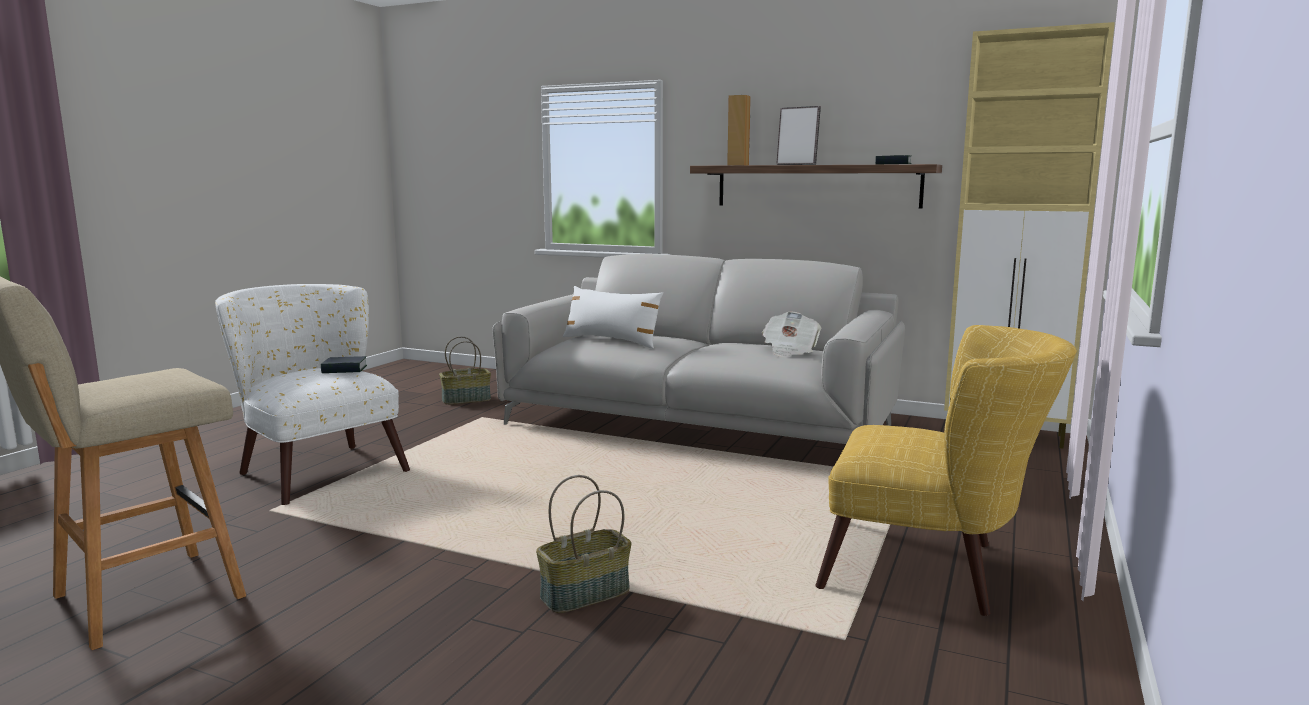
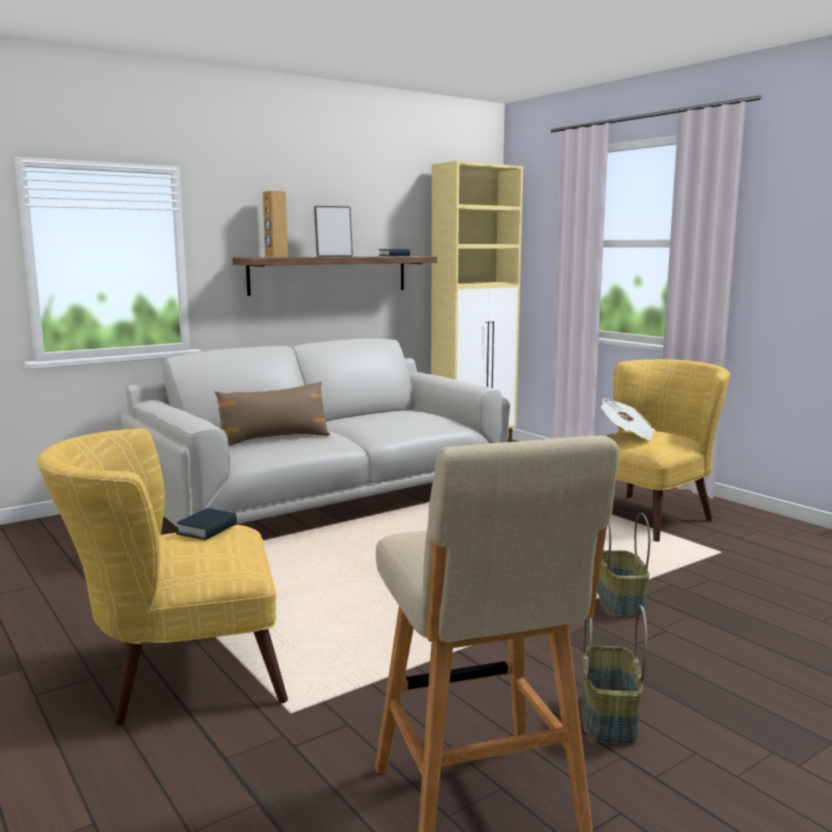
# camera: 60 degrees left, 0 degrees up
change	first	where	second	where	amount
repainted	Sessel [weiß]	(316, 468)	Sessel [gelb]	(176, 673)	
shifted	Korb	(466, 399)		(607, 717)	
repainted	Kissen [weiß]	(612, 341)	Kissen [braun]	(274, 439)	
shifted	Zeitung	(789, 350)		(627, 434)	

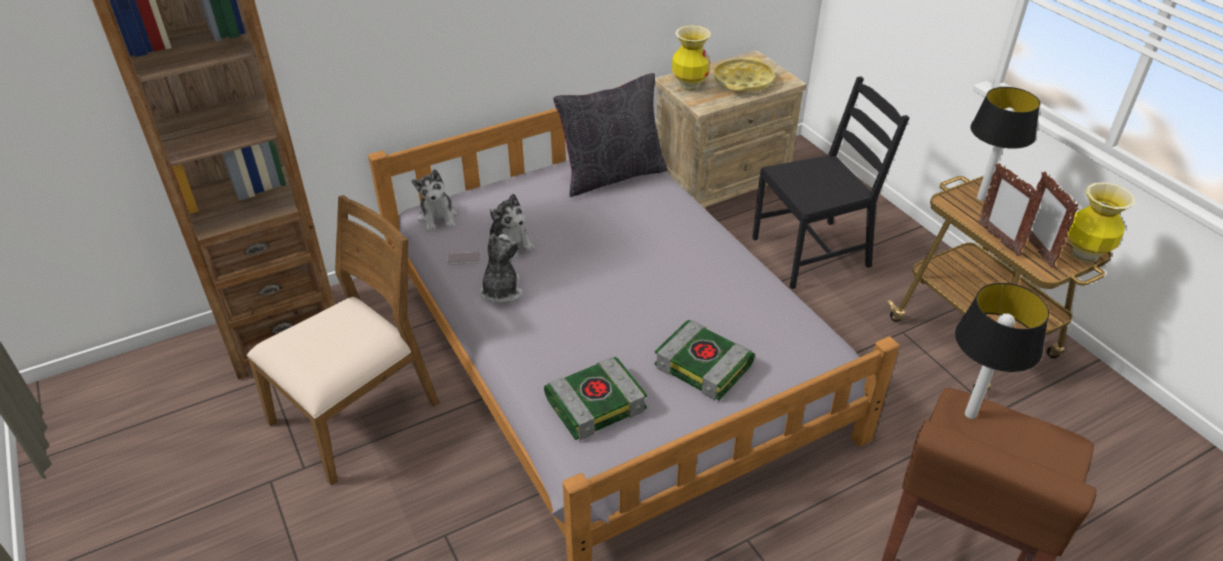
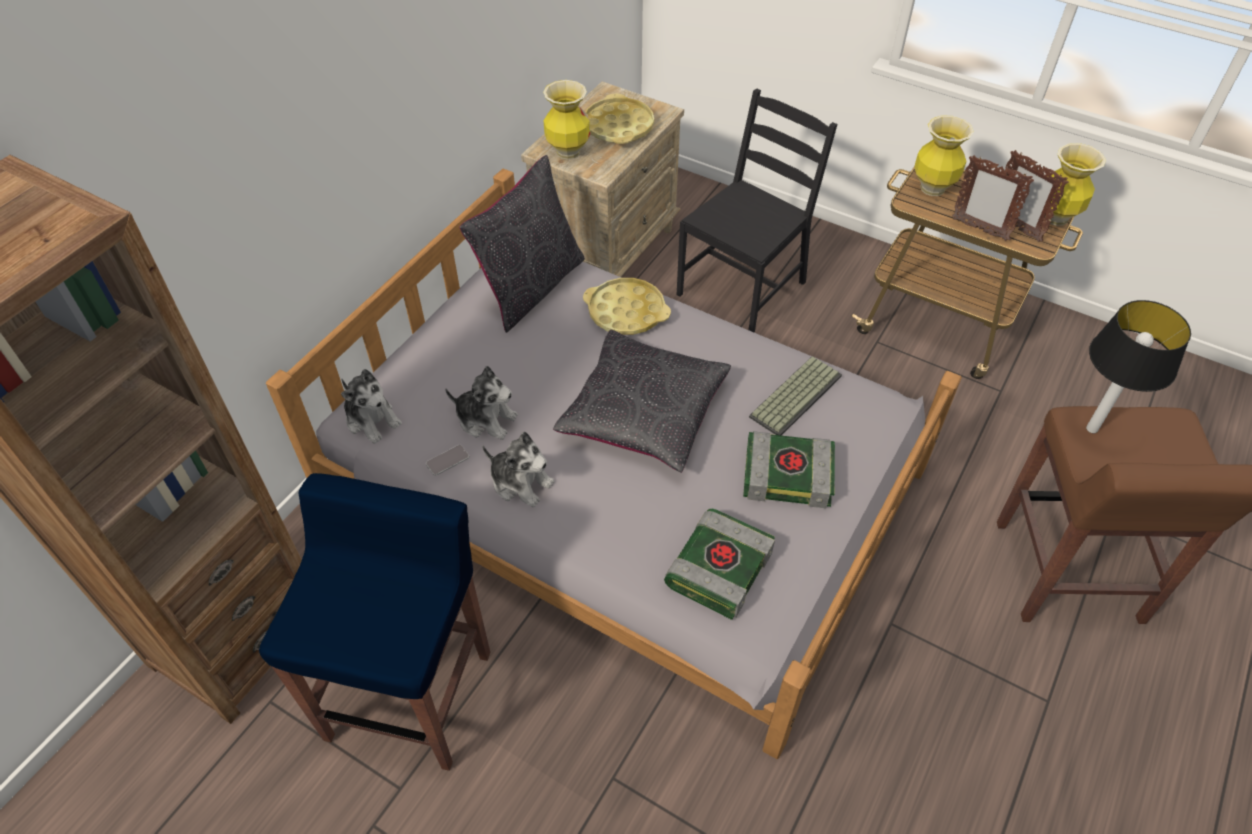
# camera: 30 degrees left, 10 degrees up
change	first	where	second	where	amount
swapped	Stuhl [braun]	(357, 414)	Hocker [blau]	(411, 692)	
rotated	Plüschtier	(501, 291)		(520, 482)	150 degrees clockwise
swapped	Tischlampe	(980, 198)	Vase	(932, 188)	
new			Kissen [schwarz]	(643, 413)	
new			Tablett [gelb]	(626, 312)	
new			Tastatur	(795, 395)	

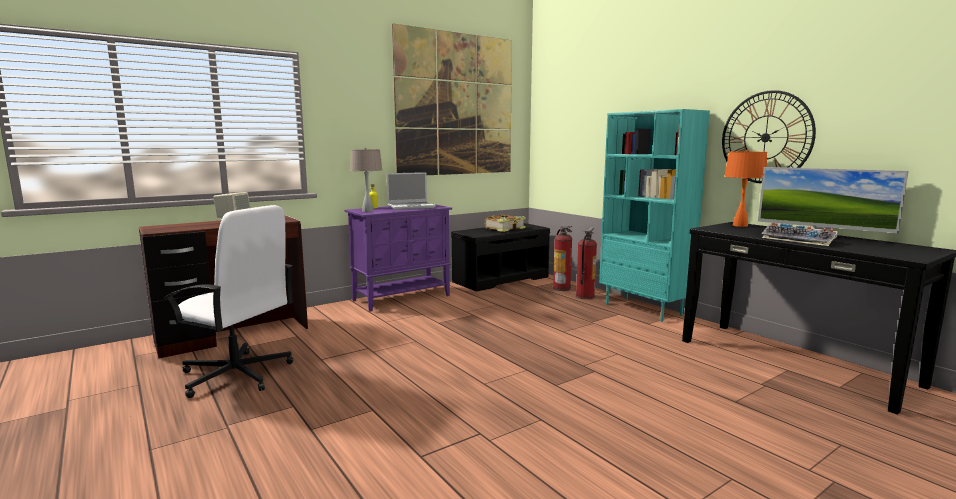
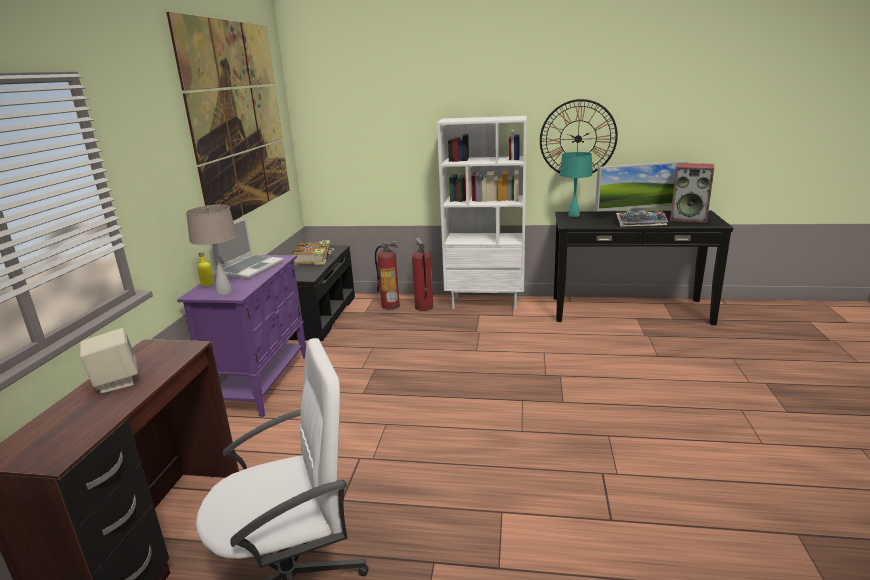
# camera: 45 degrees left, 10 degrees up
change	first	where	second	where	amount
repainted	Bücherregal [türkis]	(644, 309)	Bücherregal [weiß]	(485, 302)	
repainted	Tischlampe [orange]	(739, 225)	Tischlampe [türkis]	(573, 215)	
new			Lautsprecher	(689, 218)	

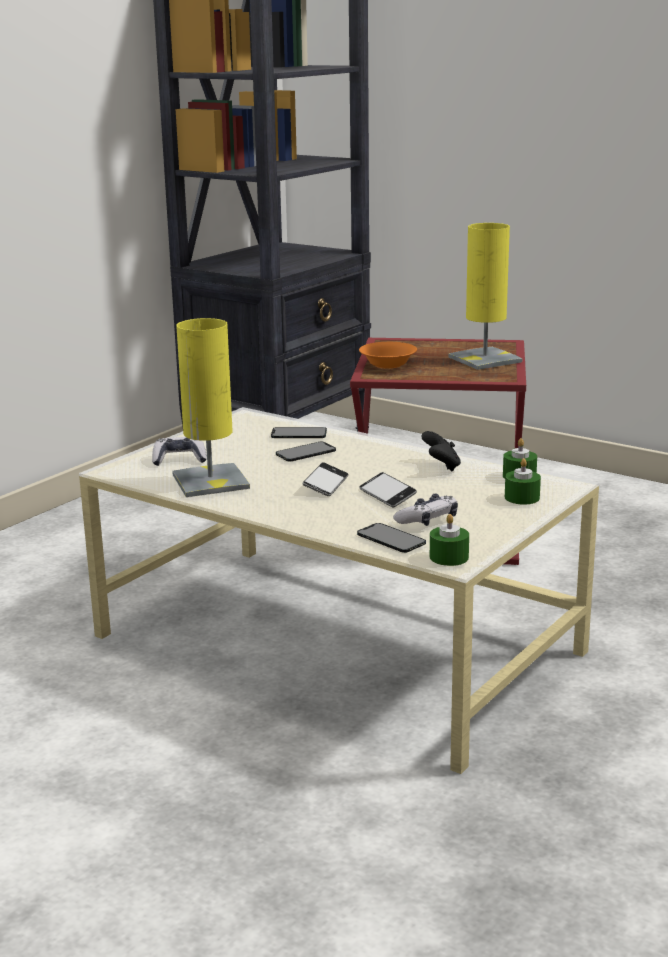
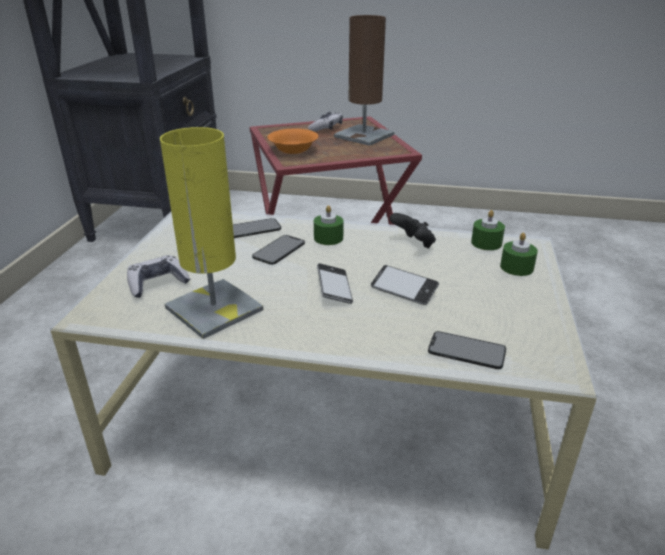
# camera: 25 degrees left, 10 degrees up
change	first	where	second	where	amount
shifted	Gamepad	(427, 520)		(326, 128)	
shifted	Kerze [grün]	(449, 557)		(328, 238)	
repainted	Tischlampe [gelb]	(485, 359)	Tischlampe [braun]	(364, 136)	

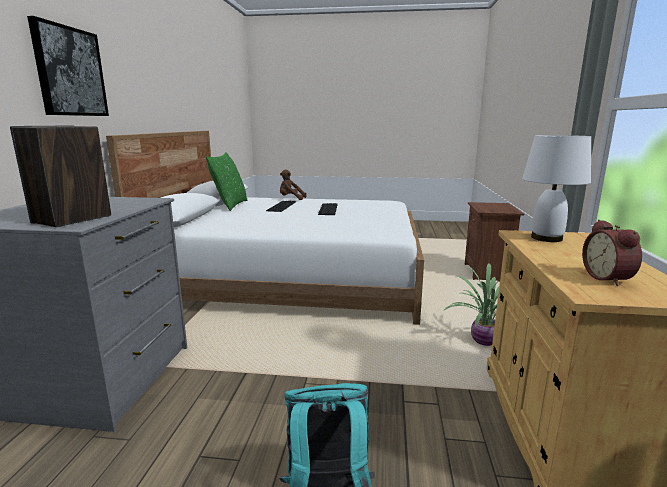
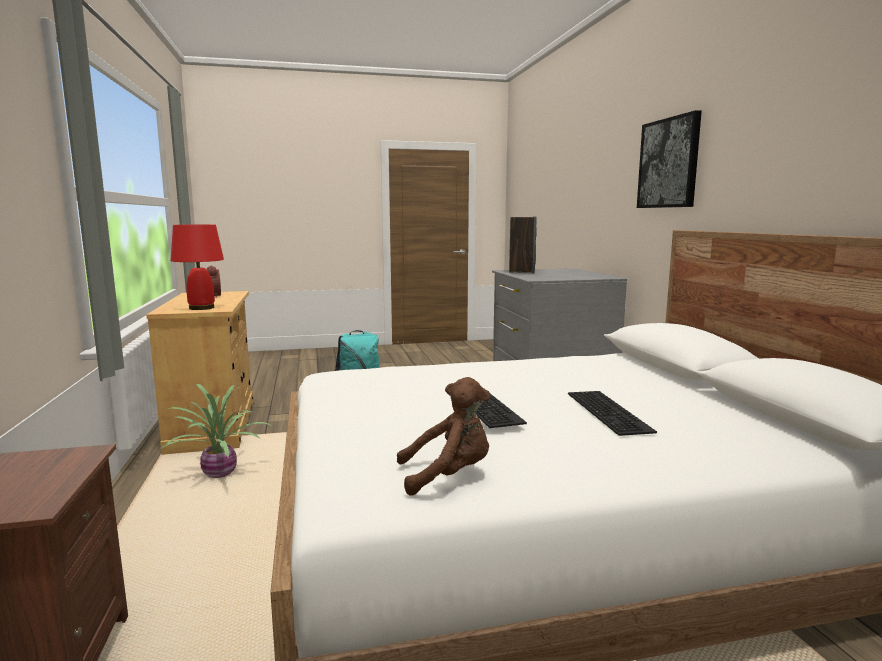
# camera: 160 degrees right, 5 degrees down
change	first	where	second	where	amount
gone	Kissen [grün]	(229, 205)			
shifted	Plüschtier [braun]	(291, 199)		(448, 476)	
repainted	Tischlampe [weiß]	(547, 238)	Tischlampe [rot]	(201, 308)	

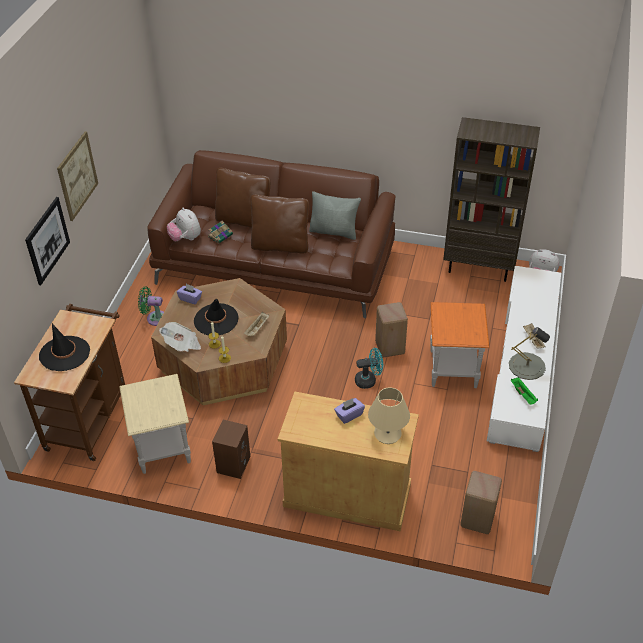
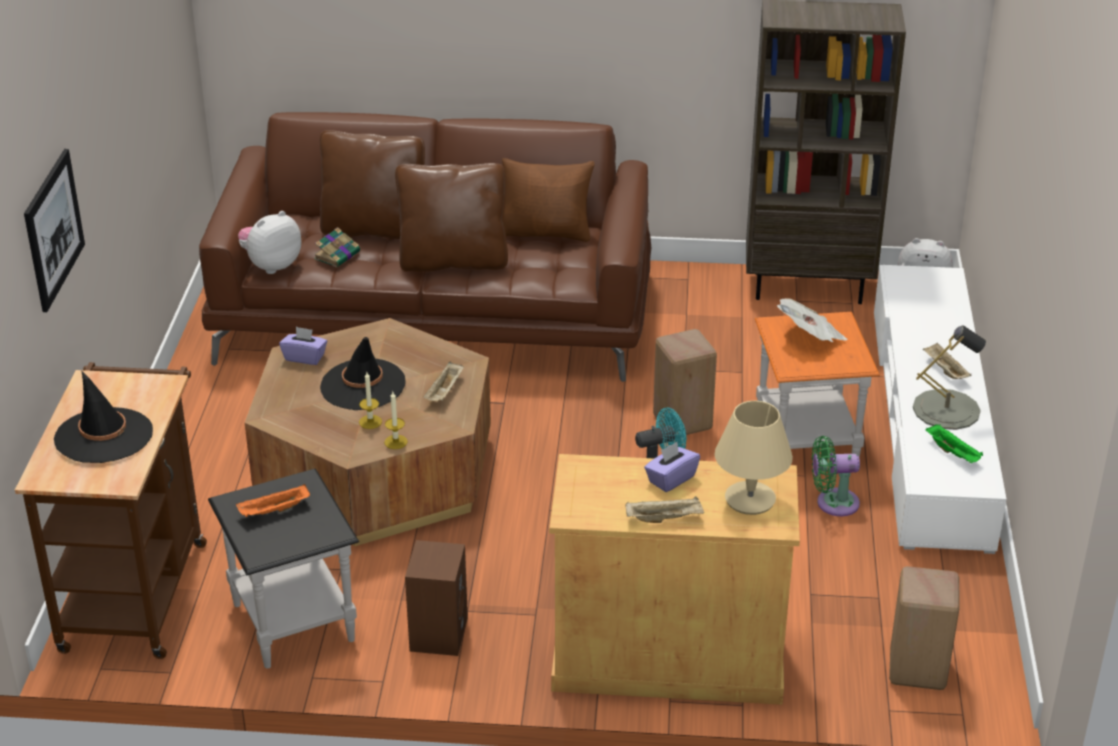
# camera: 10 degrees left, 10 degrees down
change	first	where	second	where	amount
gone	Bild	(77, 176)			
repainted	Beistelltisch [beige]	(162, 447)	Beistelltisch [schwarz]	(293, 621)	
shifted	Ventilator [grün]	(154, 318)		(833, 503)	
shifted	Zeitung	(182, 345)		(810, 337)	
rotated	Plüschtier	(185, 238)		(271, 265)	90 degrees clockwise
repainted	Kissen [grau]	(334, 231)	Kissen [braun]	(547, 232)	
new			Tablett [orange]	(274, 511)	
new			Tablett [beige]	(665, 518)	

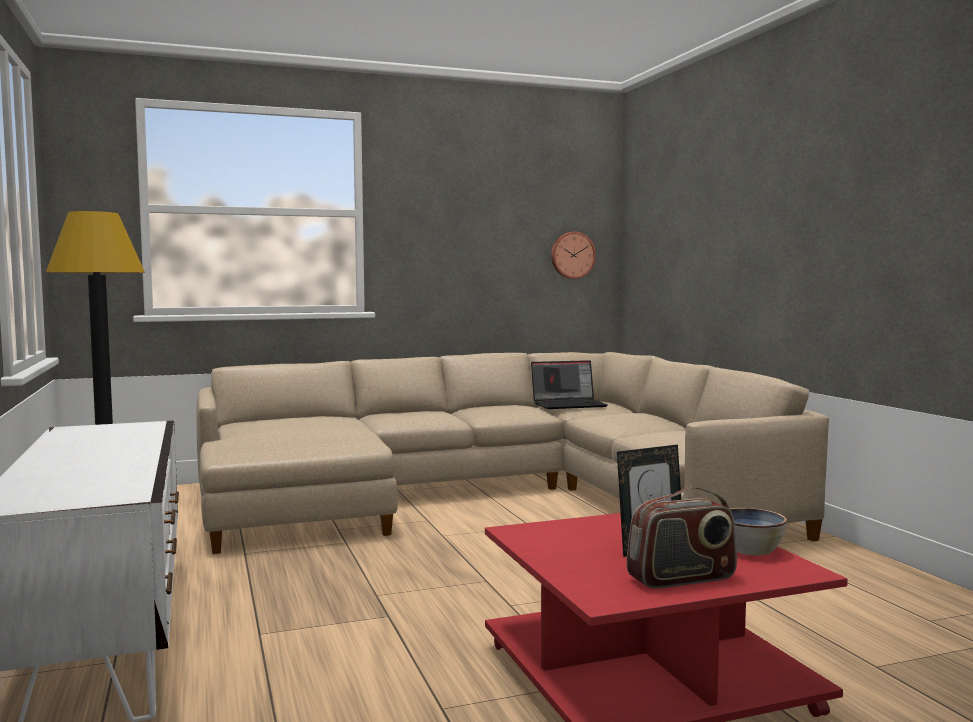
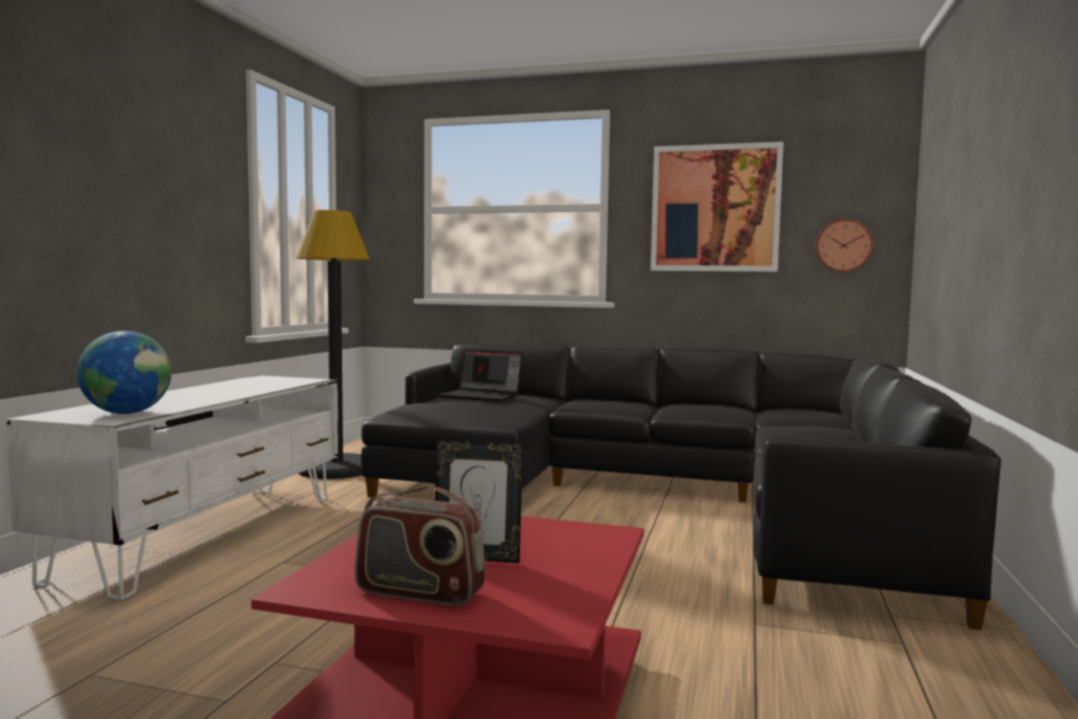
# camera: 35 degrees right, 0 degrees up
change	first	where	second	where	amount
repainted	Sofa [beige]	(488, 497)	Sofa [schwarz]	(662, 497)	
shifted	Laptop	(569, 404)		(482, 396)	
gone	Schüssel	(751, 549)			
new			Globus	(127, 413)	
new			Bild	(715, 208)	

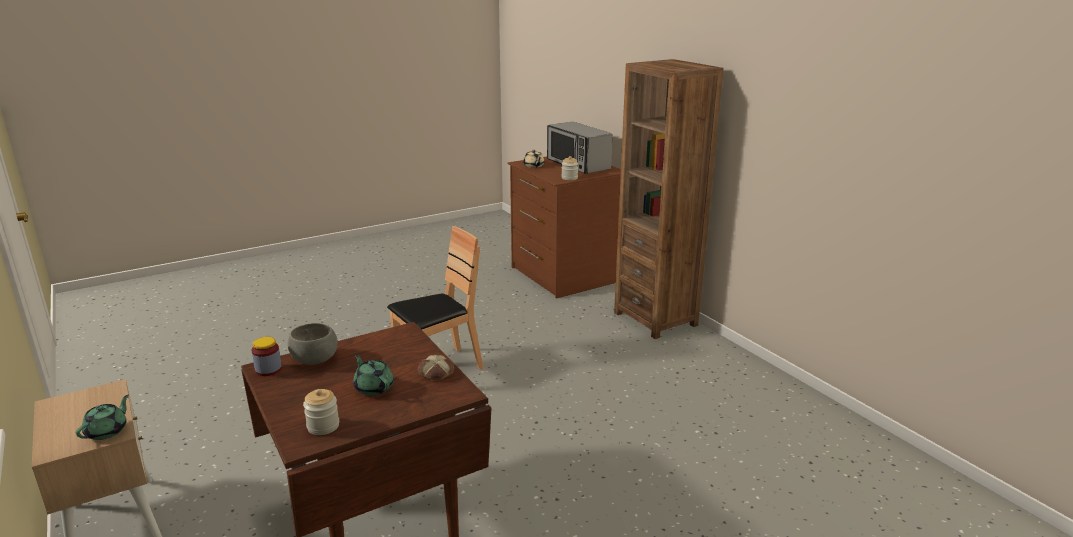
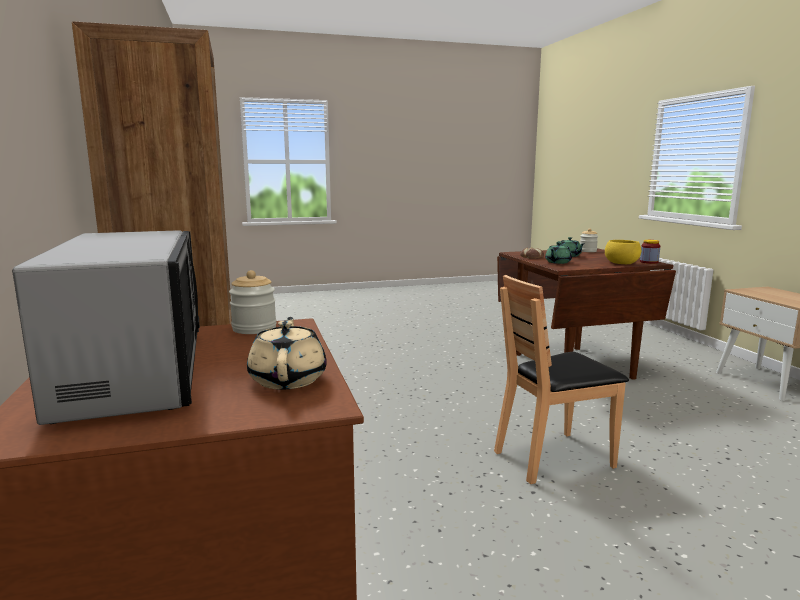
# camera: 165 degrees left, 10 degrees down
change	first	where	second	where	amount
shifted	Teekanne [grün]	(107, 431)		(557, 262)	
repainted	Schüssel [grau]	(315, 359)	Schüssel [gelb]	(621, 263)	

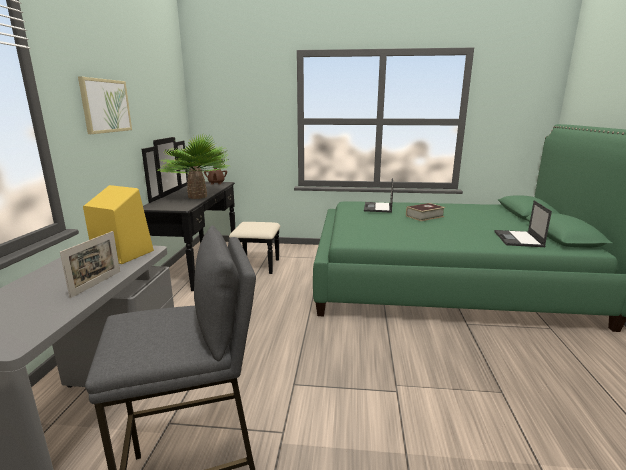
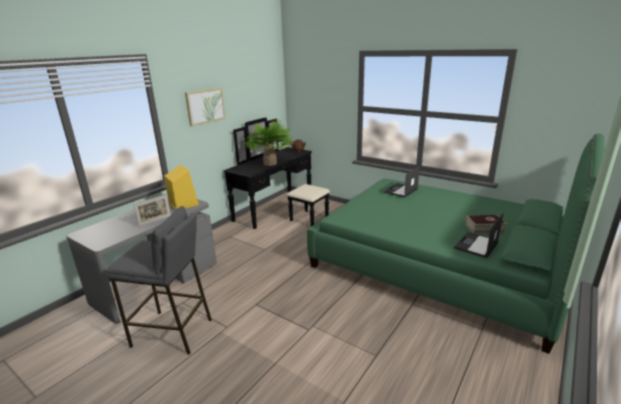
# camera: 30 degrees right, 5 degrees up
change	first	where	second	where	amount
shifted	Buch	(424, 216)		(484, 228)	

